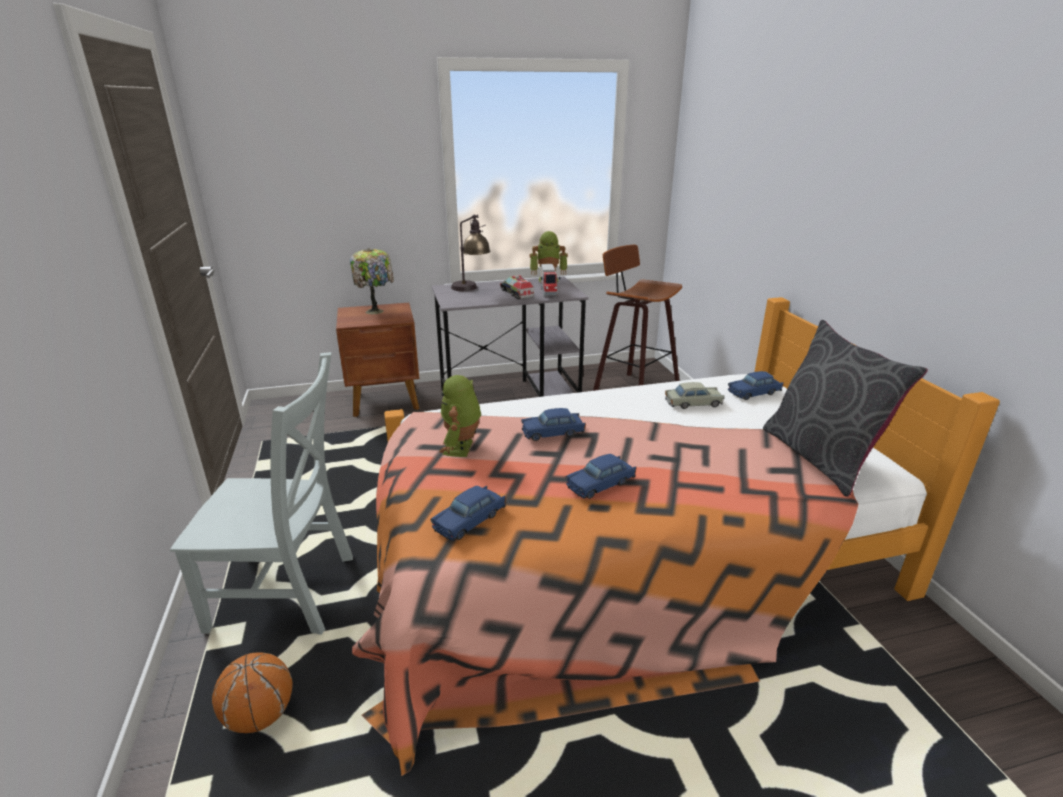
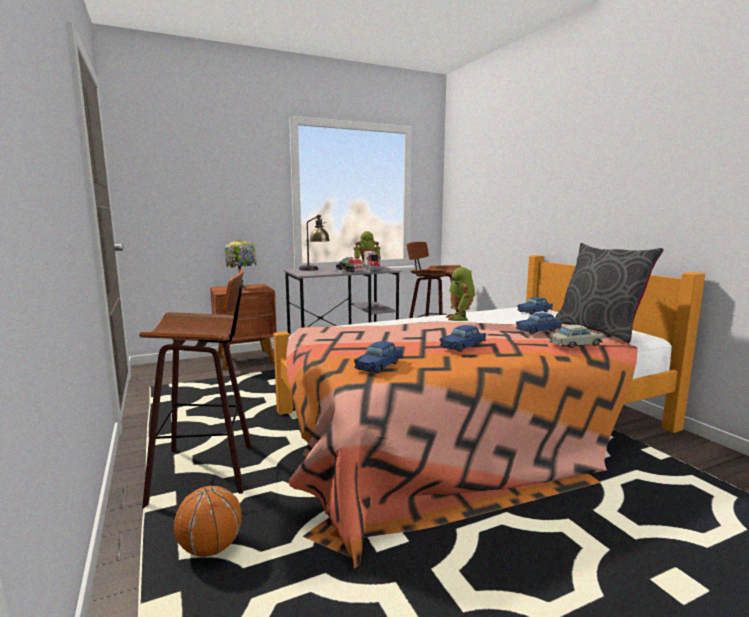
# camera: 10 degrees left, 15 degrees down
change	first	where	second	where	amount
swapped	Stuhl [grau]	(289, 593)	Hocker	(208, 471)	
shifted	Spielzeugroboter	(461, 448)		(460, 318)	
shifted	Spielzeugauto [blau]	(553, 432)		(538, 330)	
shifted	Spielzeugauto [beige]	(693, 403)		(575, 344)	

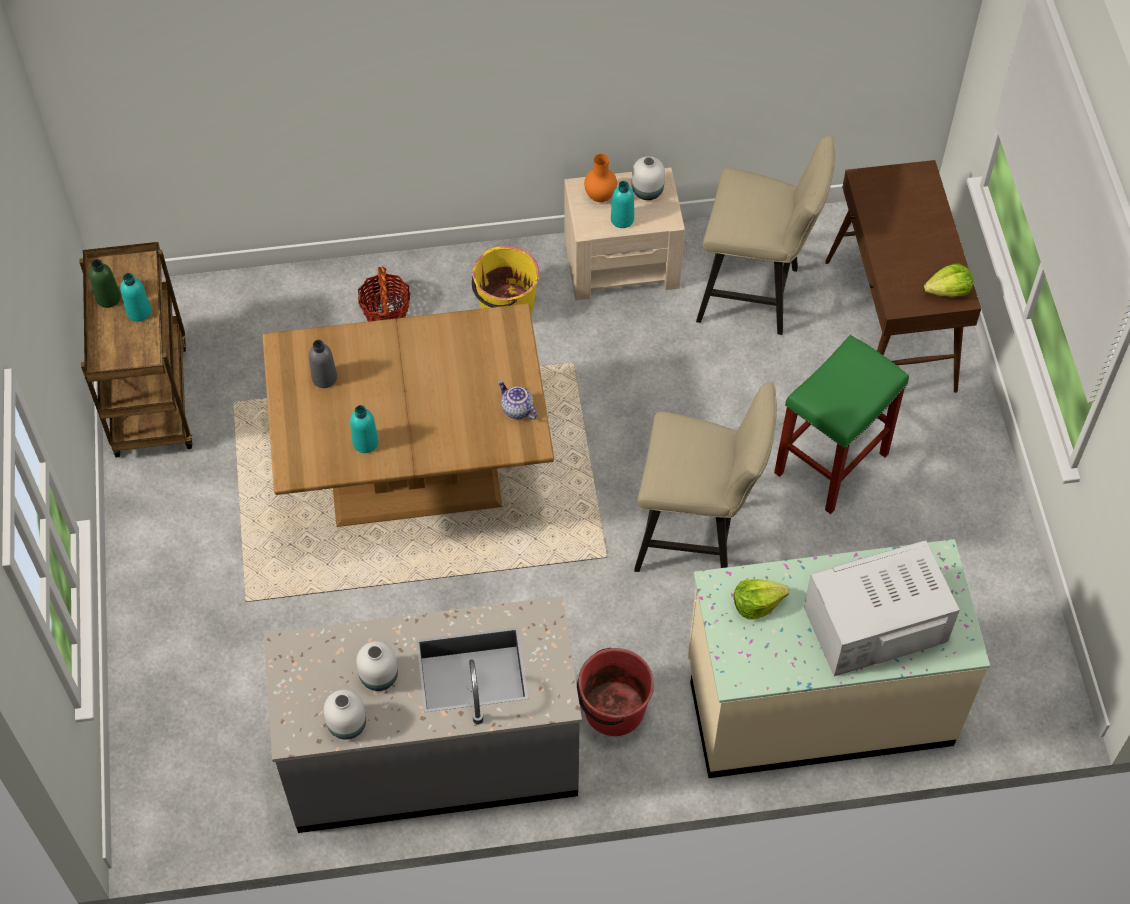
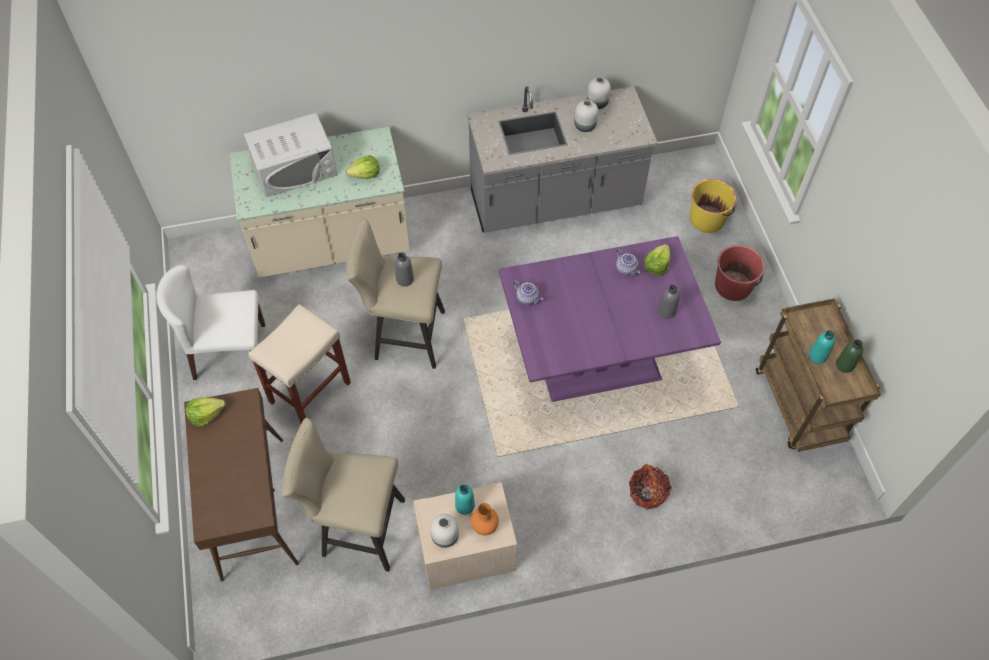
# camera: 175 degrees right, 0 degrees up
change	first	where	second	where	amount
repainted	Esstisch [braun]	(415, 478)	Esstisch [lila]	(597, 361)	
swapped	Flasche [türkis]	(365, 442)	Teekanne	(626, 269)	
shifted	Eimer [gelb]	(506, 306)		(707, 219)	
shifted	Eimer [rot]	(613, 709)		(733, 286)	
repainted	Hocker [grün]	(831, 465)	Hocker [beige]	(310, 391)	
new			Stuhl [weiß]	(229, 351)	
new			Flasche [grau]	(405, 279)	
new			Salatkopf	(656, 265)	

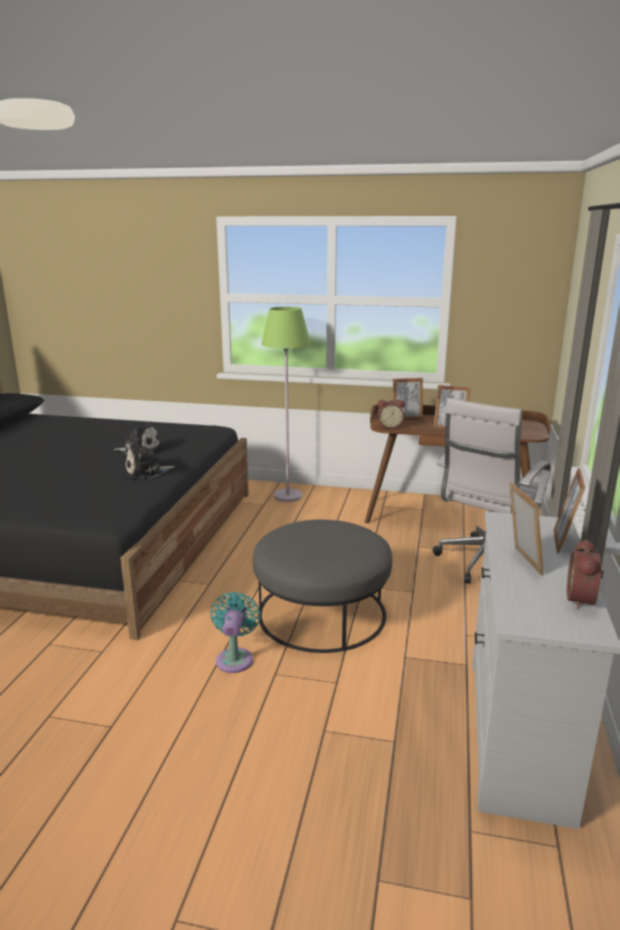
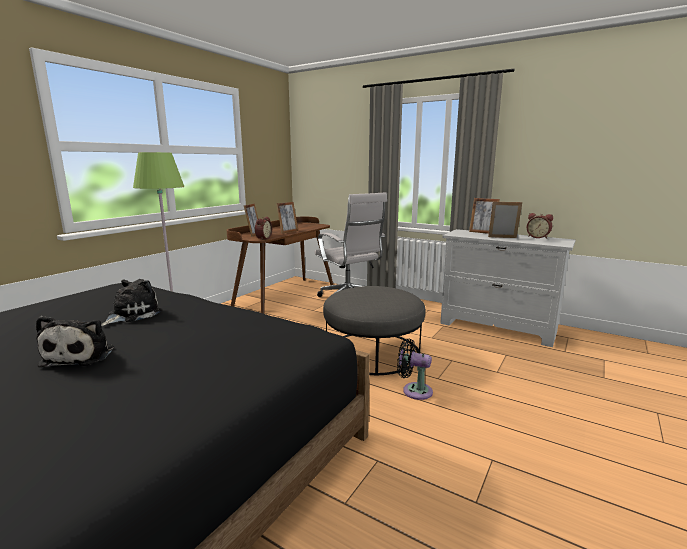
# camera: 70 degrees left, 5 degrees down
change	first	where	second	where	amount
shifted	Plüschtier	(147, 472)		(81, 355)	
repainted	Ventilator [türkis]	(235, 658)	Ventilator [schwarz]	(414, 390)	

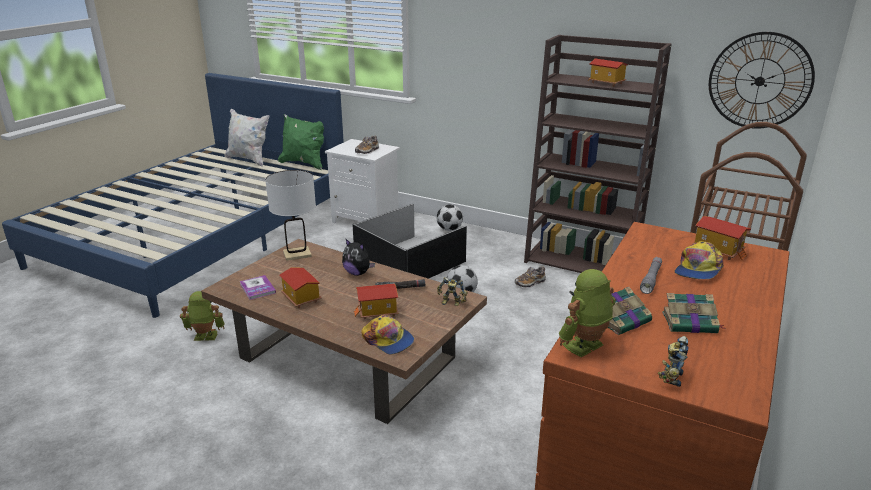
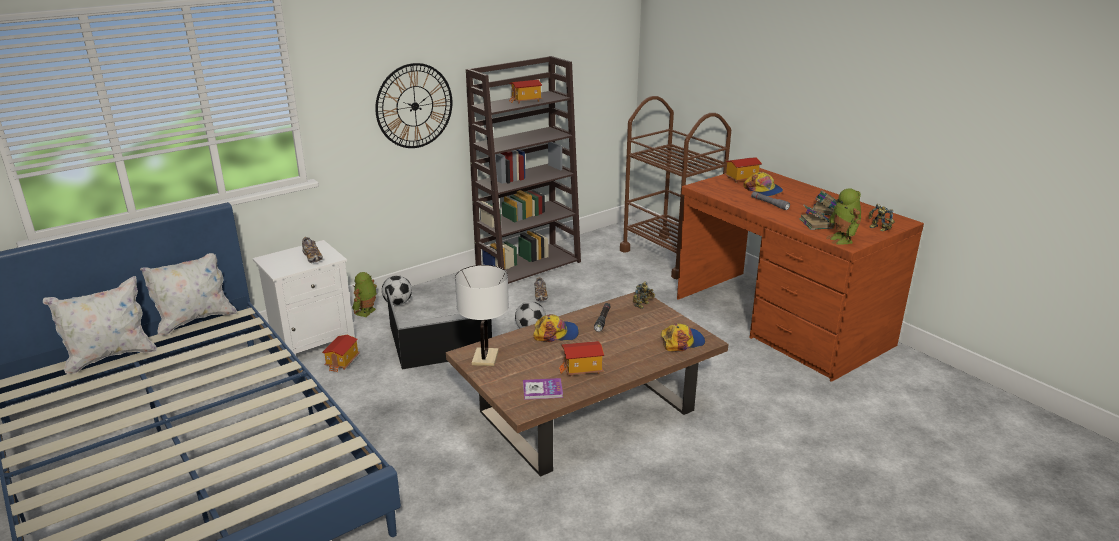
# camera: 65 degrees left, 0 degrees up
change	first	where	second	where	amount
shifted	Spielzeugroboter	(205, 337)		(367, 312)	
repainted	Kissen [grün]	(304, 163)	Kissen [weiß]	(195, 320)	
swapped	Plüschtier	(358, 273)	Kappe	(556, 333)	
shifted	Spielzeughaus	(377, 312)		(343, 362)	
shifted	Wanduhr	(759, 81)		(414, 106)	

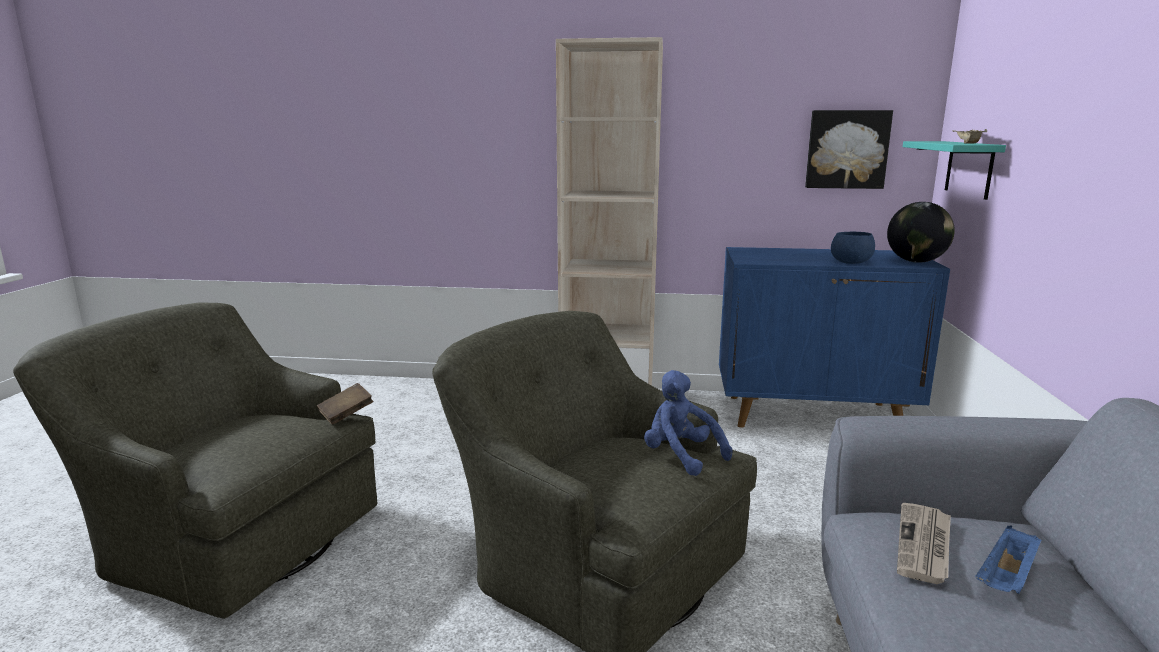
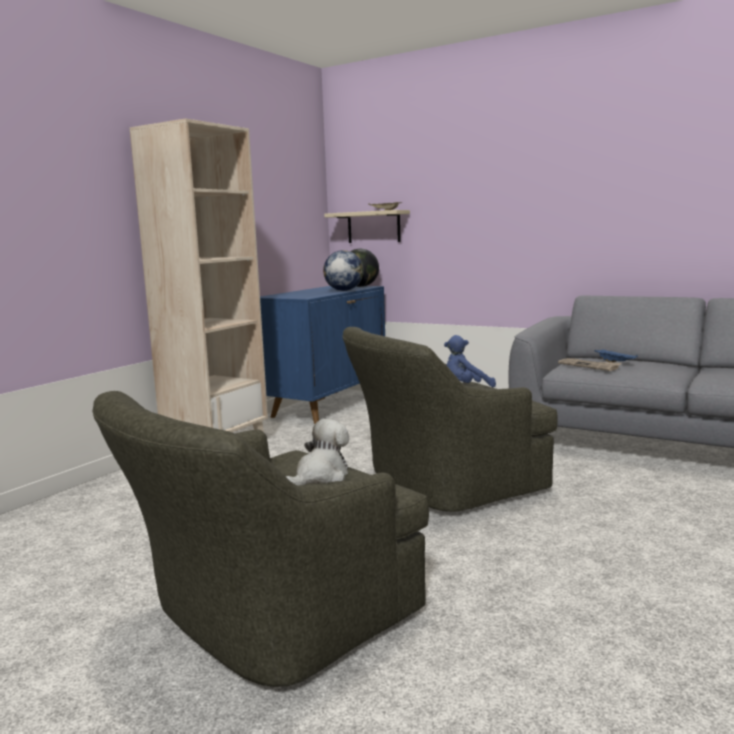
# camera: 65 degrees left, 5 degrees down
change	first	where	second	where	amount
gone	Buch [braun]	(346, 415)			
gone	Bild	(847, 149)			
swapped	Schüssel [blau]	(850, 262)	Globus	(343, 290)	
repainted	Wandregal [türkis]	(969, 169)	Wandregal [beige]	(373, 227)	
new			Plüschtier	(320, 476)	

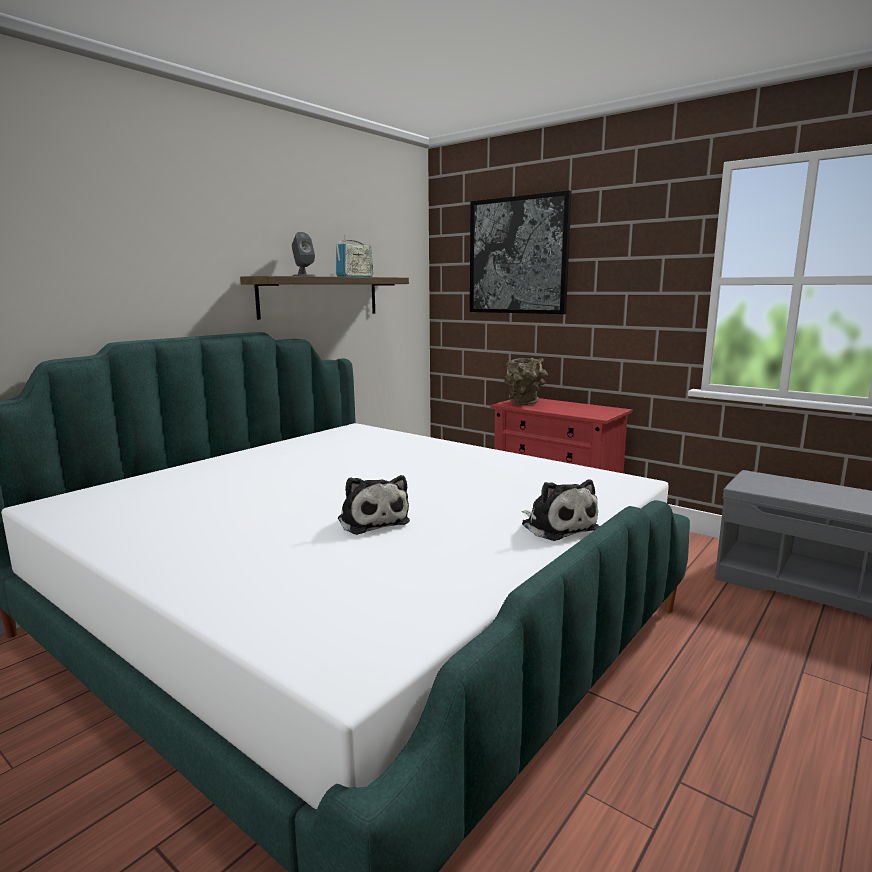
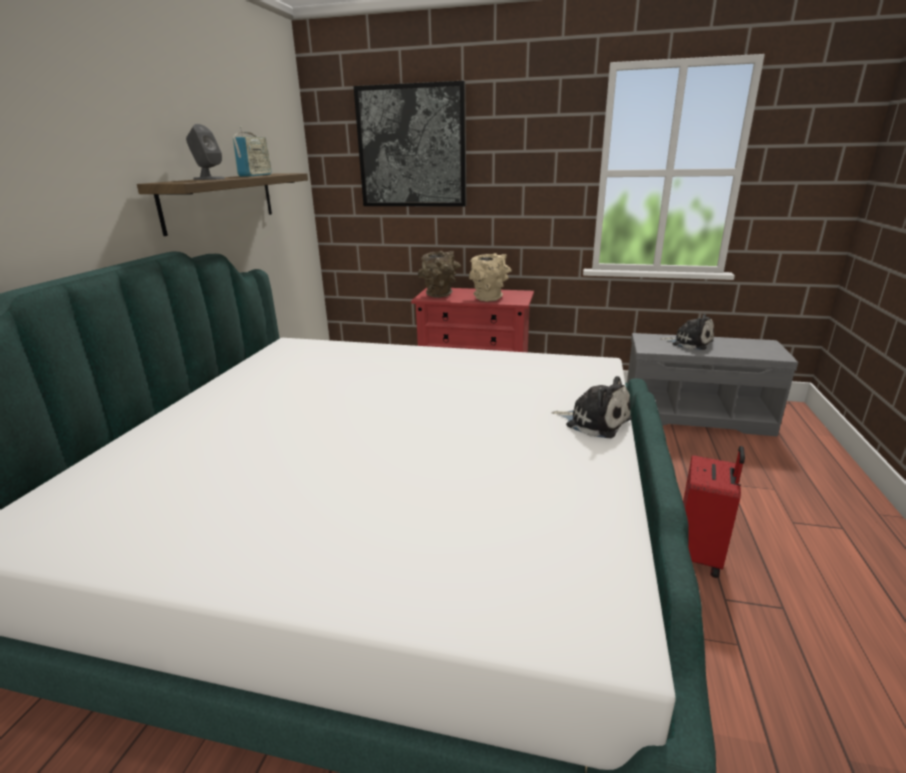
# camera: 25 degrees left, 10 degrees up
change	first	where	second	where	amount
shifted	Plüschtier	(372, 520)		(689, 343)	
new			Vase [beige]	(489, 299)	
new			Koffer [rot]	(699, 555)	

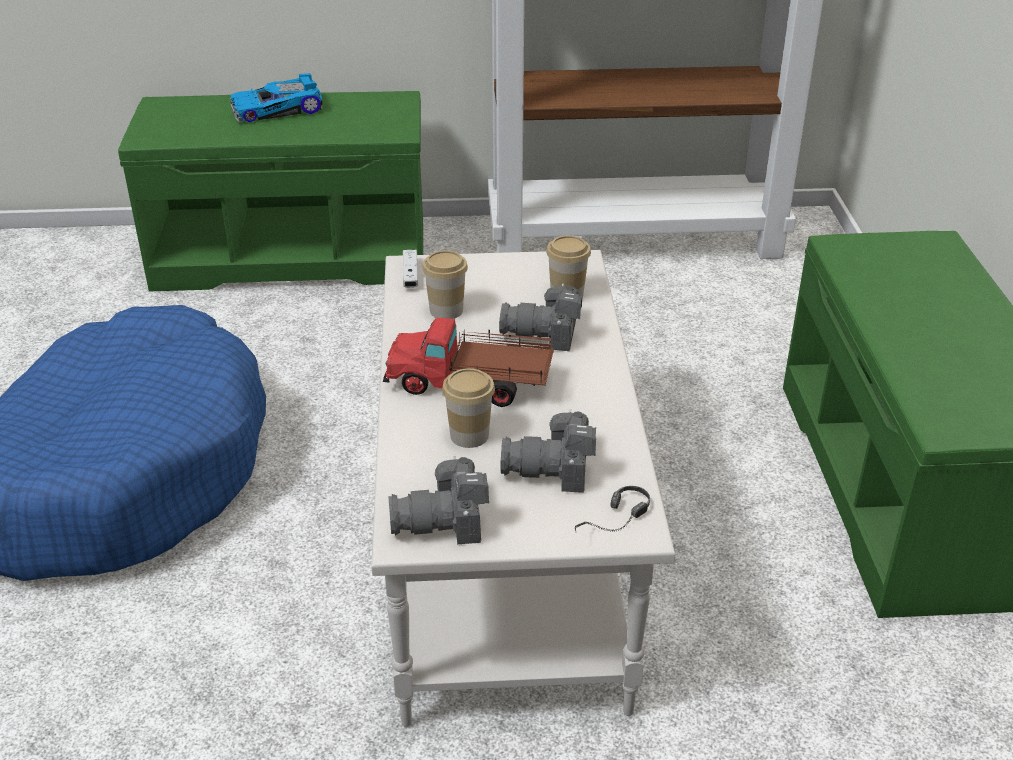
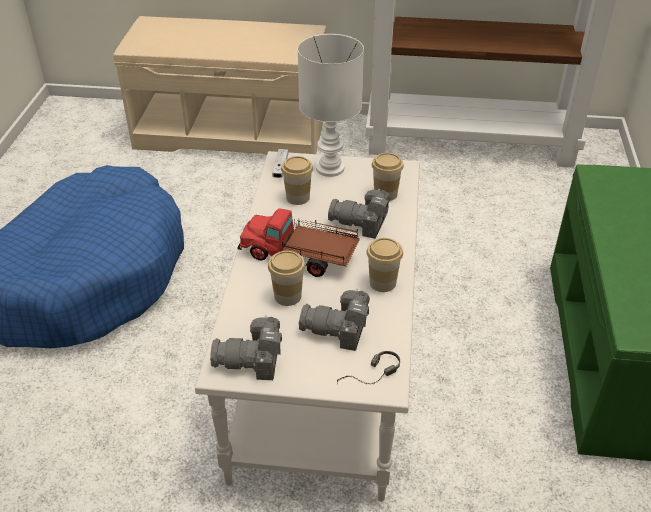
# camera: 10 degrees right, 5 degrees up
change	first	where	second	where	amount
repainted	Bank [grün]	(294, 254)	Bank [beige]	(233, 132)	
gone	Spielzeugauto	(277, 110)			
new			Tischlampe [weiß]	(328, 168)	
new			Tasse	(382, 283)	

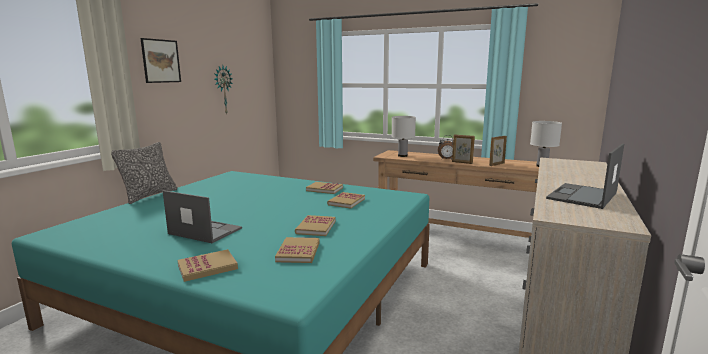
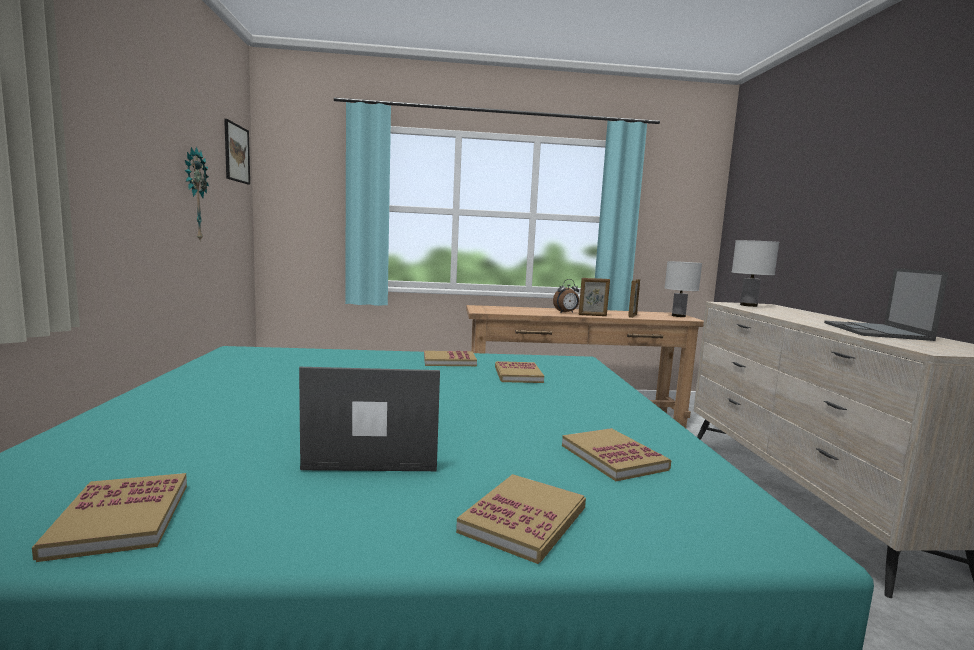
# camera: 30 degrees left, 5 degrees down
change	first	where	second	where	amount
gone	Kissen	(149, 195)			
shifted	Bild	(161, 61)		(236, 153)	
shifted	Buch	(316, 227)		(120, 519)	
shifted	Tischlampe [weiß]	(402, 156)		(748, 305)	

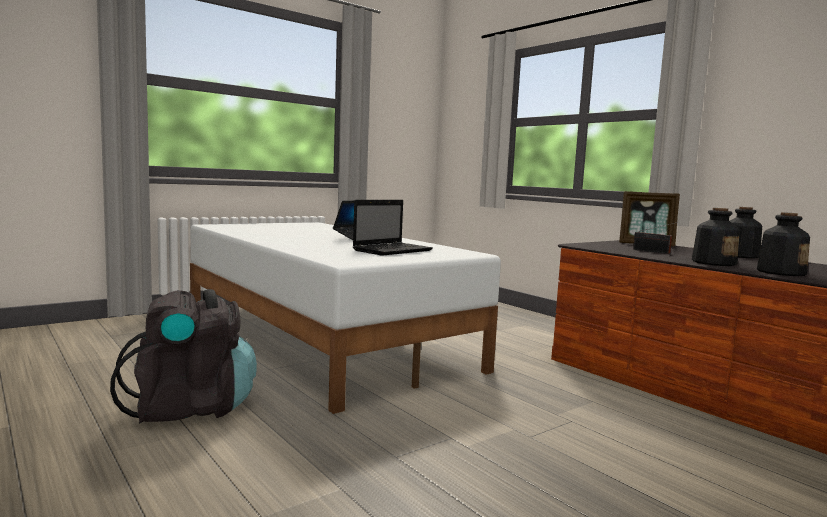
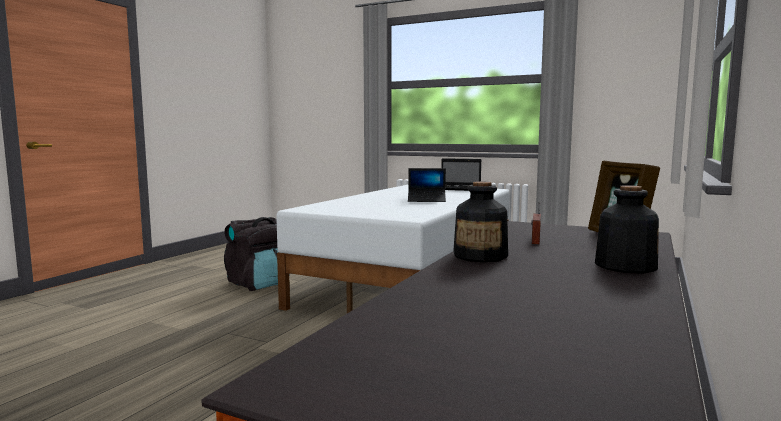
# camera: 65 degrees right, 0 degrees up
change	first	where	second	where	amount
shifted	Laptop	(393, 250)		(459, 189)	
gone	Flasche	(780, 272)			

